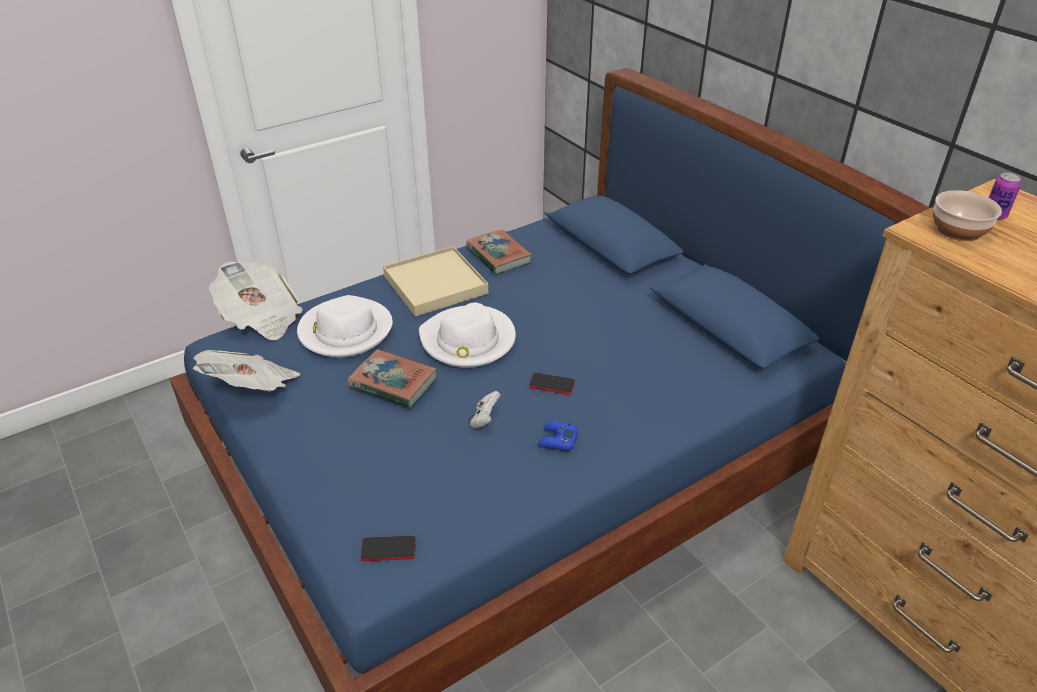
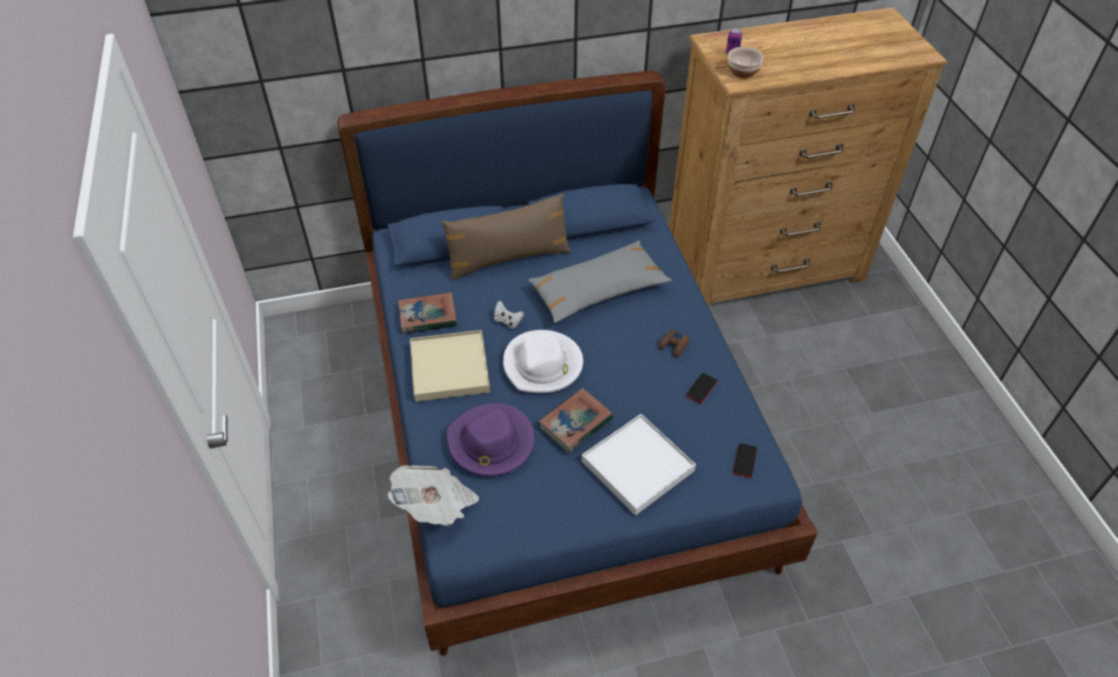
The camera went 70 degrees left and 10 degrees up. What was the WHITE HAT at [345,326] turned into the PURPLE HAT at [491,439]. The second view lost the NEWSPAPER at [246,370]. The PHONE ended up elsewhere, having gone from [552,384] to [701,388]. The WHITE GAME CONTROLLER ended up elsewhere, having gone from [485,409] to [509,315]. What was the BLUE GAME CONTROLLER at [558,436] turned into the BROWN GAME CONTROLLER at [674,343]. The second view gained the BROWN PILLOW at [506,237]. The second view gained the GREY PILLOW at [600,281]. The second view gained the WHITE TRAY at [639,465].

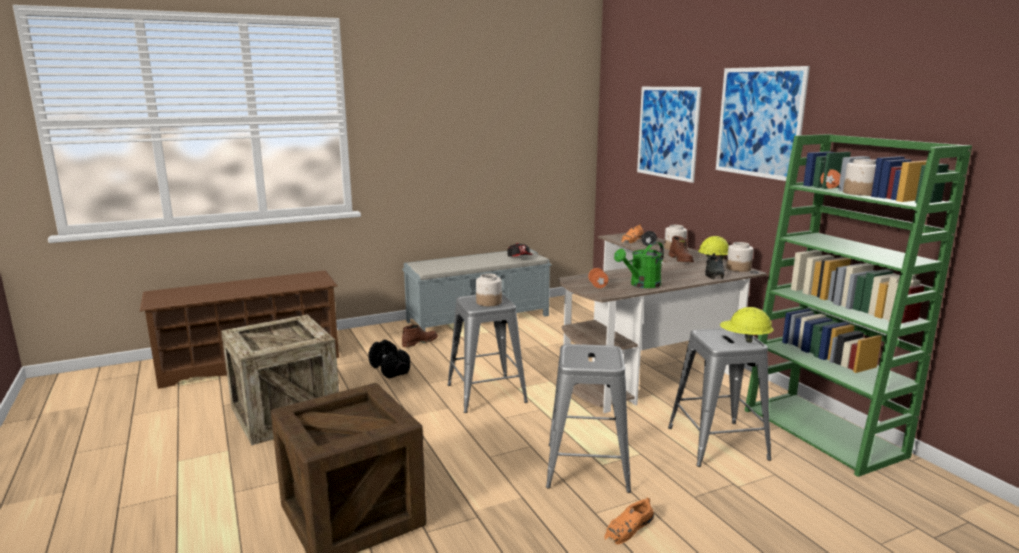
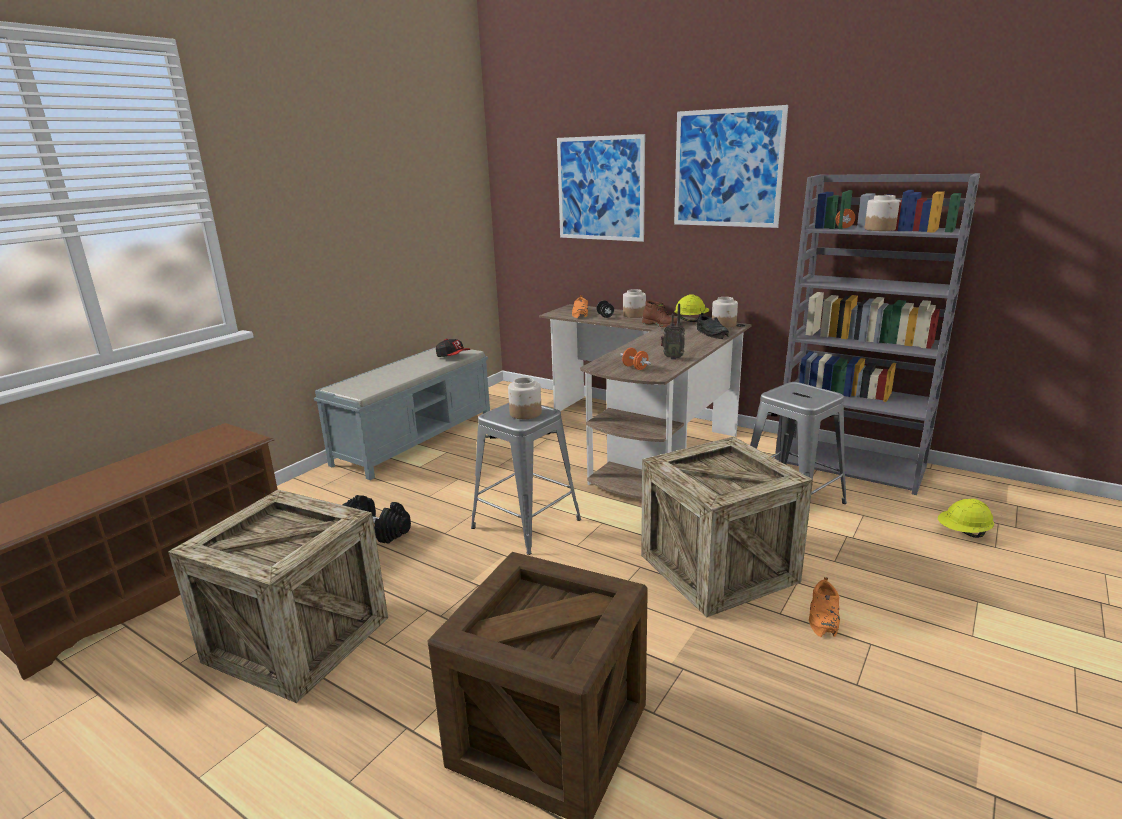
The camera went 30 degrees left and 5 degrees up. What was the GREEN BOOKCASE at [858,305] turned into the GREY BOOKCASE at [877,334]. Where the GREEN WATERING CAN stood at [639,265], the RADIO came to stand at [673,332]. The YELLOW HARD HAT ended up elsewhere, having gone from [747,325] to [966,518]. The second view lost the BROWN BOOT at [420,335]. Where the GREY STOOL stood at [588,418], the CRATE came to stand at [727,526].

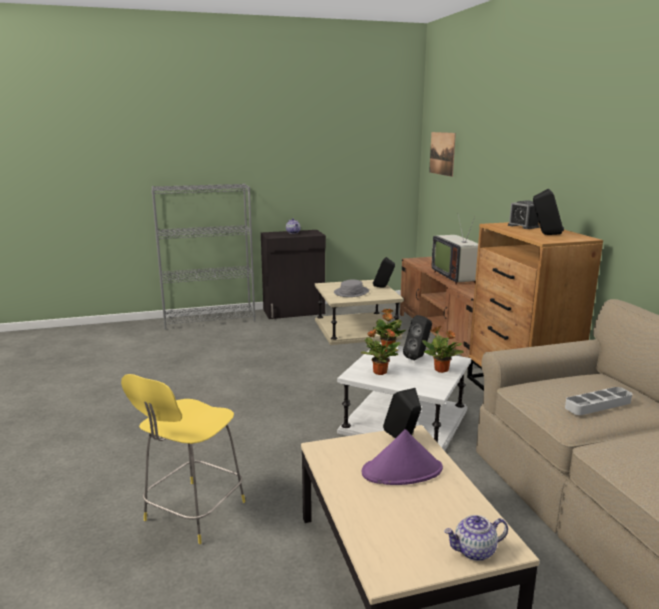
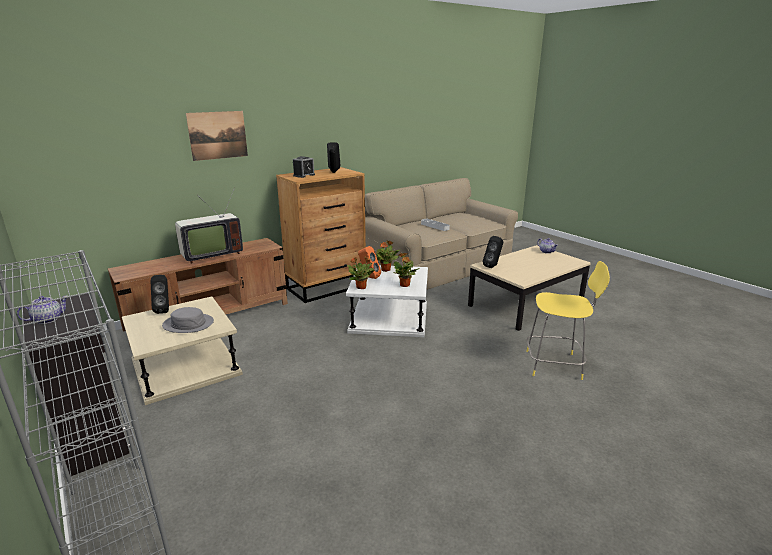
The camera went 110 degrees left and 5 degrees up. The PICTURE ended up elsewhere, having gone from [442,154] to [217,136]. What was the BLACK SPEAKER at [417,338] turned into the ORANGE SPEAKER at [369,262]. The second view lost the PURPLE HAT at [402,457].

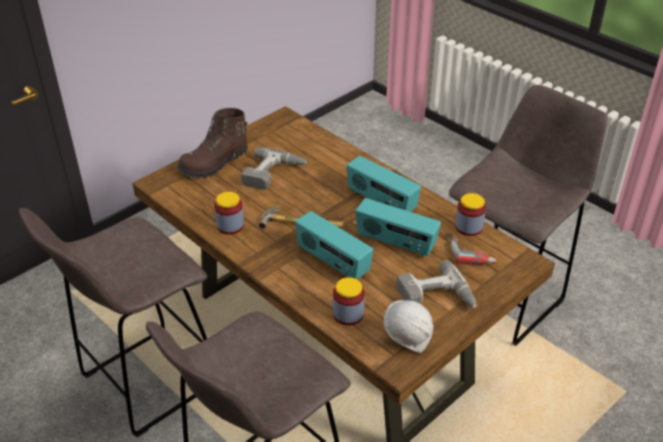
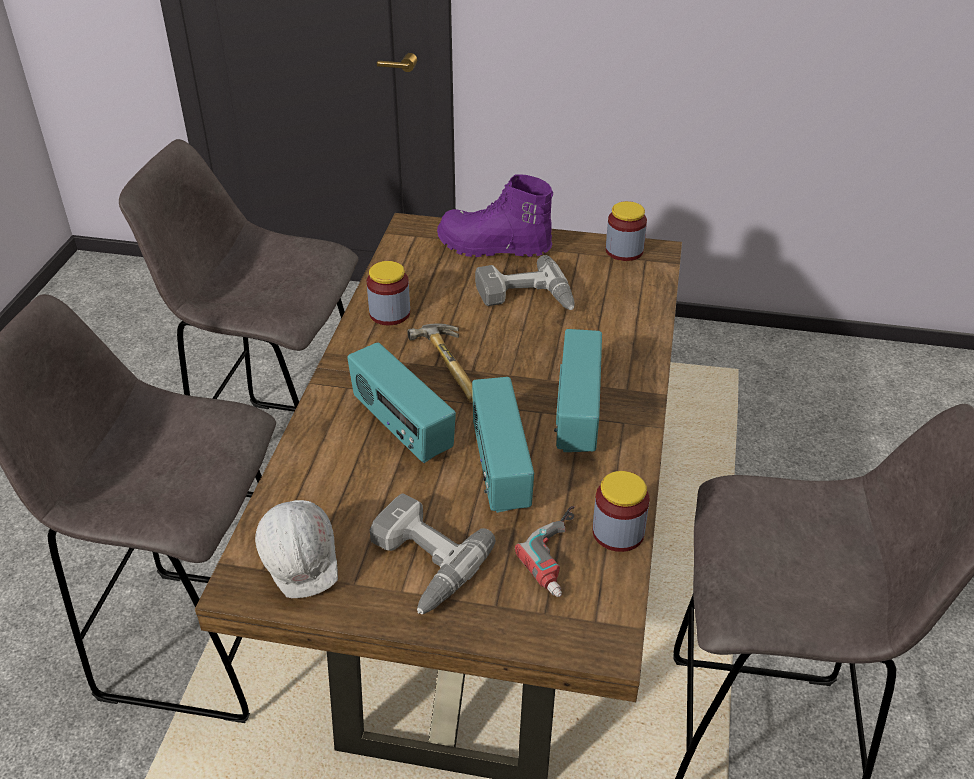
The camera went 55 degrees right and 0 degrees up. What was the BROWN BOOT at [212,143] turned into the PURPLE BOOT at [495,215]. The RADIO at [334,245] ended up facing another way, 45 degrees counterclockwise from before. The JAR ended up elsewhere, having gone from [349,301] to [626,231].

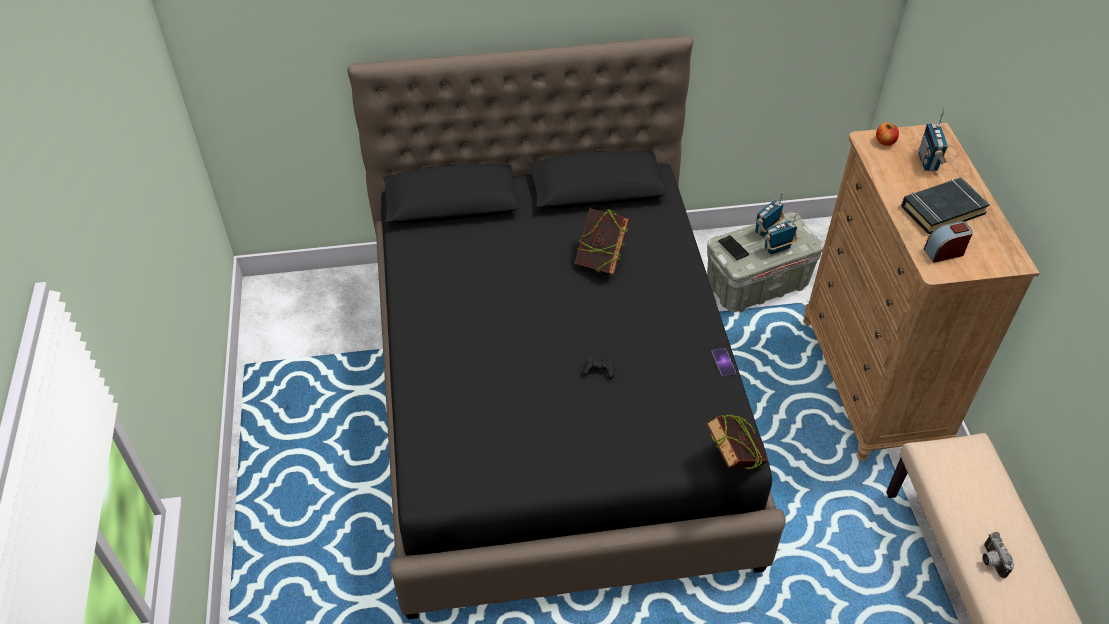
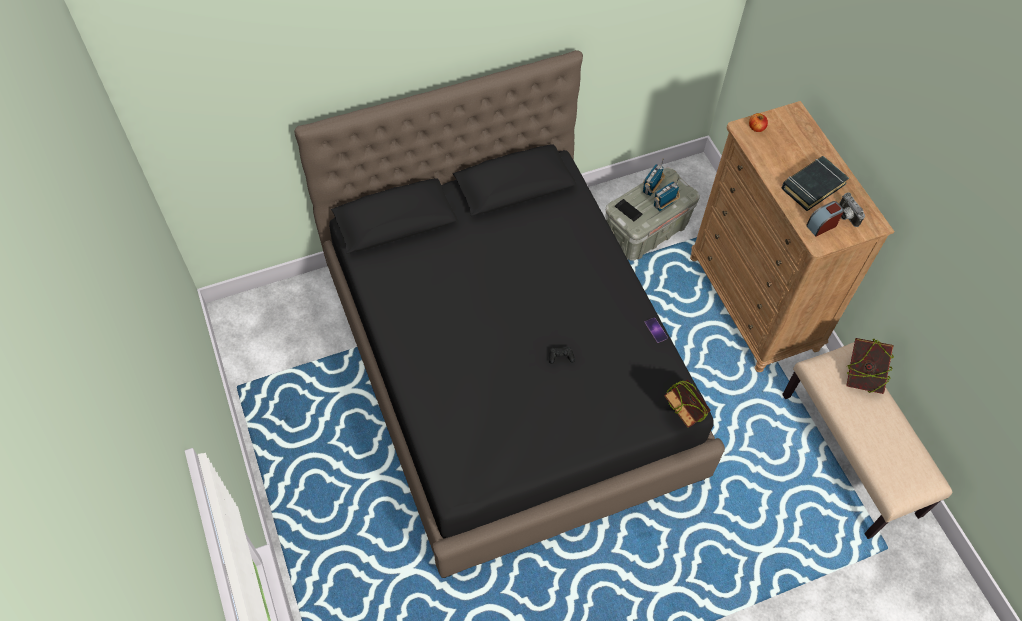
The camera went 15 degrees left and 10 degrees up. The second view lost the RADIO at [933,139]. The BOOK ended up elsewhere, having gone from [602,241] to [870,366]. The PHOTO CAMERA ended up elsewhere, having gone from [998,555] to [852,209].

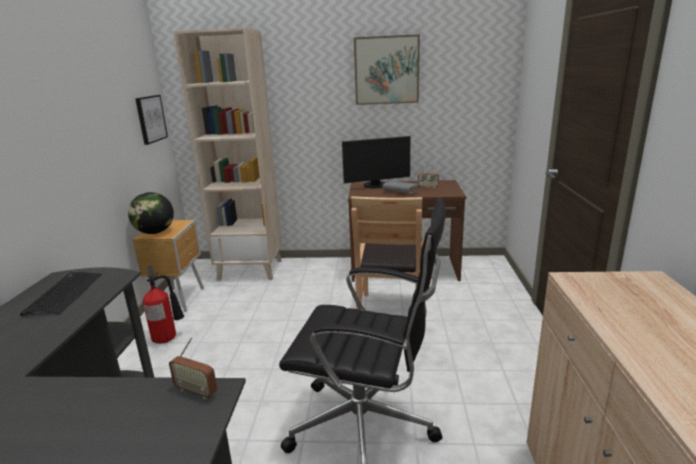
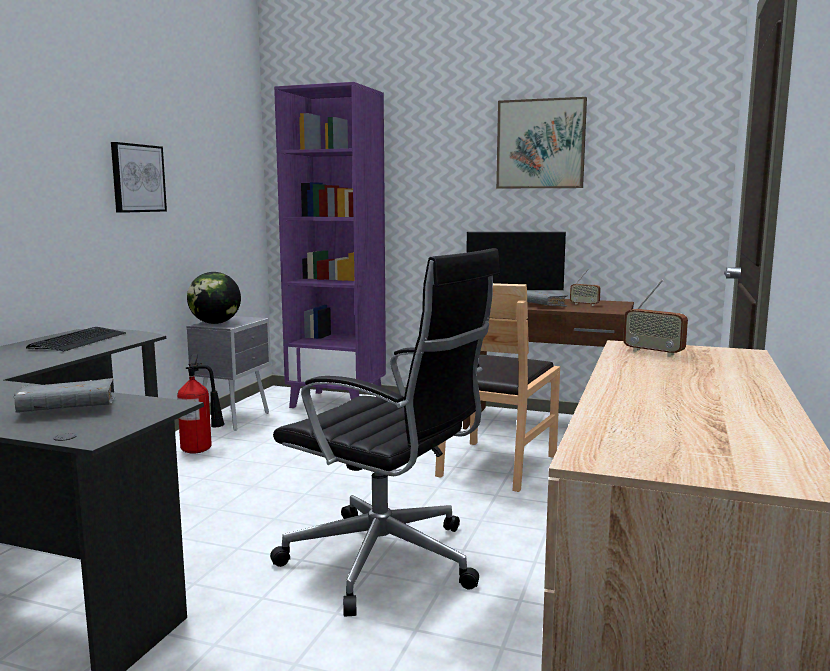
The camera went 15 degrees right and 10 degrees down. What was the BEIGE BOOKCASE at [228,154] turned into the PURPLE BOOKCASE at [330,245]. The PICTURE ended up elsewhere, having gone from [151,120] to [139,177]. What was the BROWN NIGHTSTAND at [168,266] turned into the GREY NIGHTSTAND at [229,373]. The RADIO ended up elsewhere, having gone from [193,368] to [655,318]. The second view gained the GREY BOOK at [64,395].

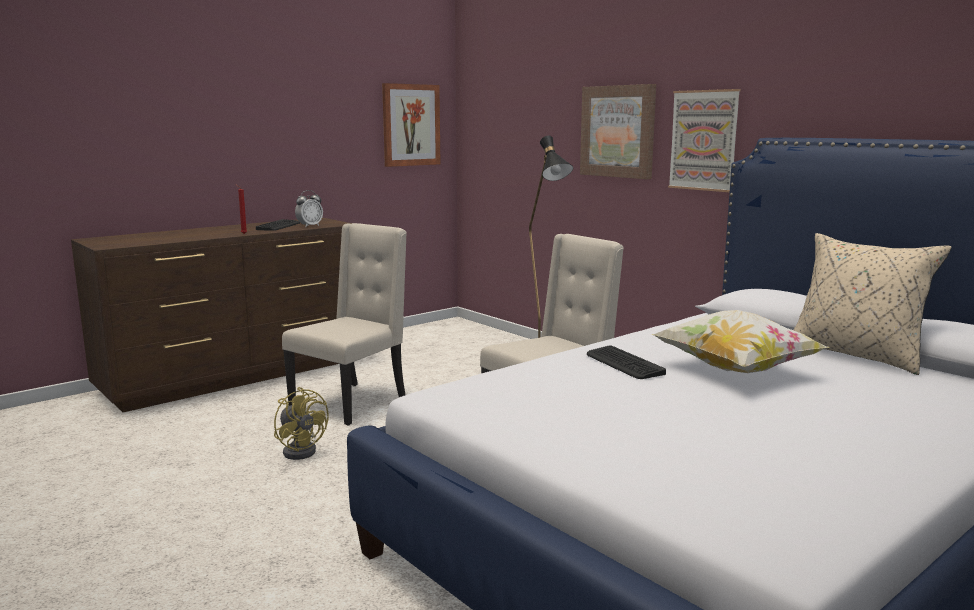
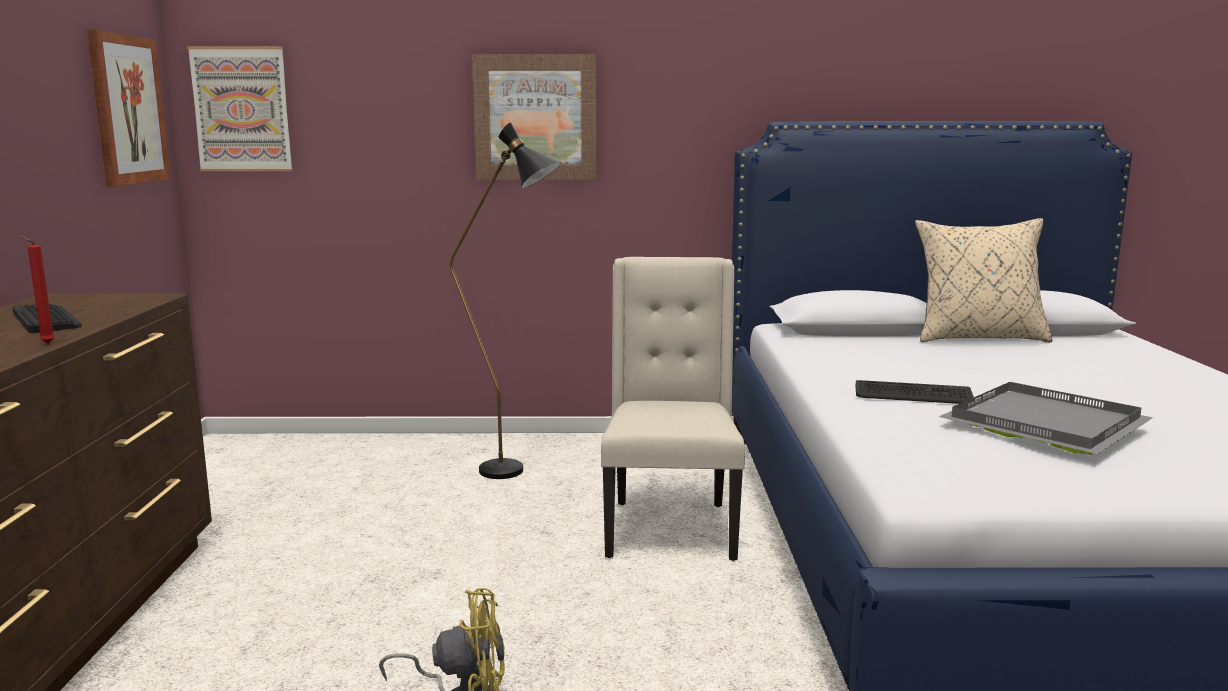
The camera went 50 degrees left and 0 degrees up. The PICTURE ended up elsewhere, having gone from [704,140] to [240,108]. The second view lost the ALARM CLOCK at [309,208]. The second view lost the BEIGE CHAIR at [344,324]. The second view lost the PILLOW at [740,341]. The second view gained the GREY TRAY at [1046,418].

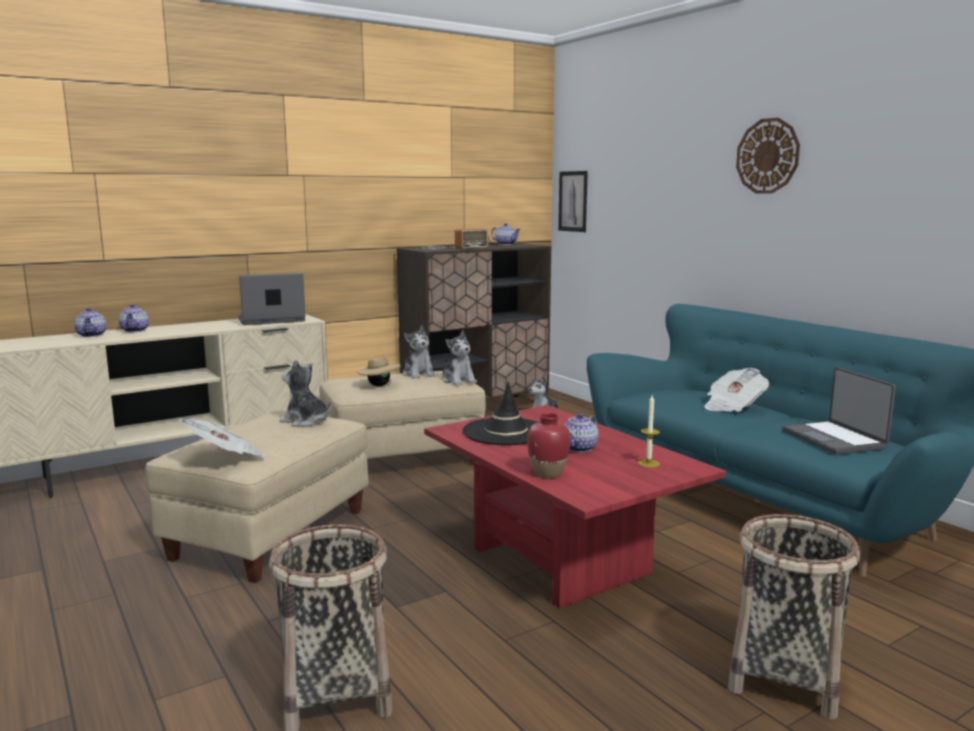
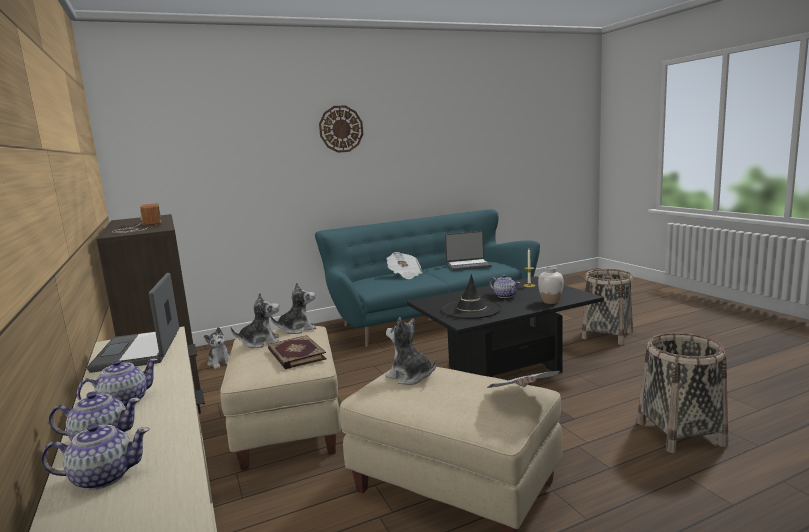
The camera went 80 degrees left and 0 degrees up. The second view lost the PICTURE at [573,201]. The TEAPOT ended up elsewhere, having gone from [505,234] to [117,383]. Where the BEIGE HAT stood at [379,371], the BOOK came to stand at [297,352]. The PLUSH TOY at [305,393] ended up facing another way, 90 degrees clockwise from before. What was the RED COFFEE TABLE at [575,506] turned into the BLACK COFFEE TABLE at [505,326]. What was the RED VASE at [548,445] turned into the WHITE VASE at [551,285].

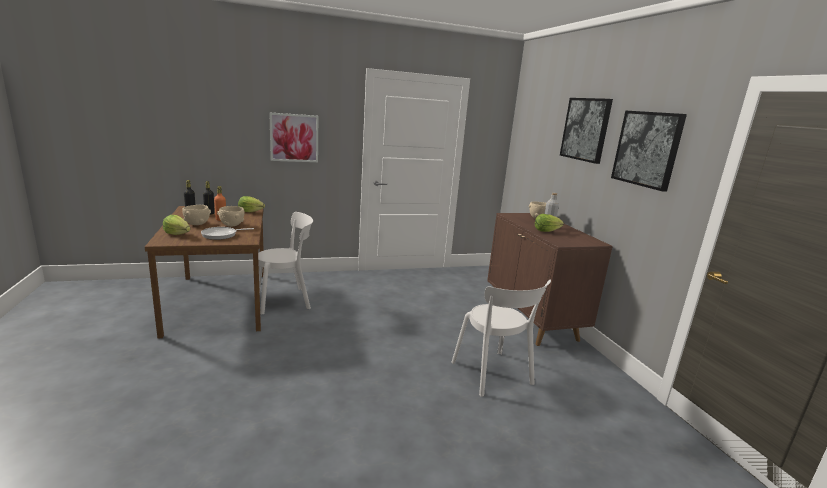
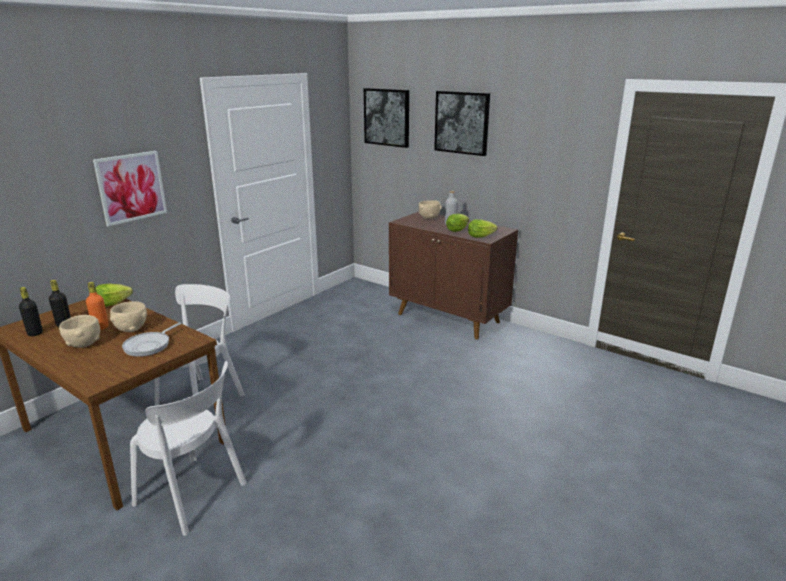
The camera went 35 degrees left and 5 degrees up. The PICTURE ended up elsewhere, having gone from [649,151] to [386,118]. The LETTUCE ended up elsewhere, having gone from [176,225] to [482,228]. The WHITE CHAIR ended up elsewhere, having gone from [501,338] to [188,448].

